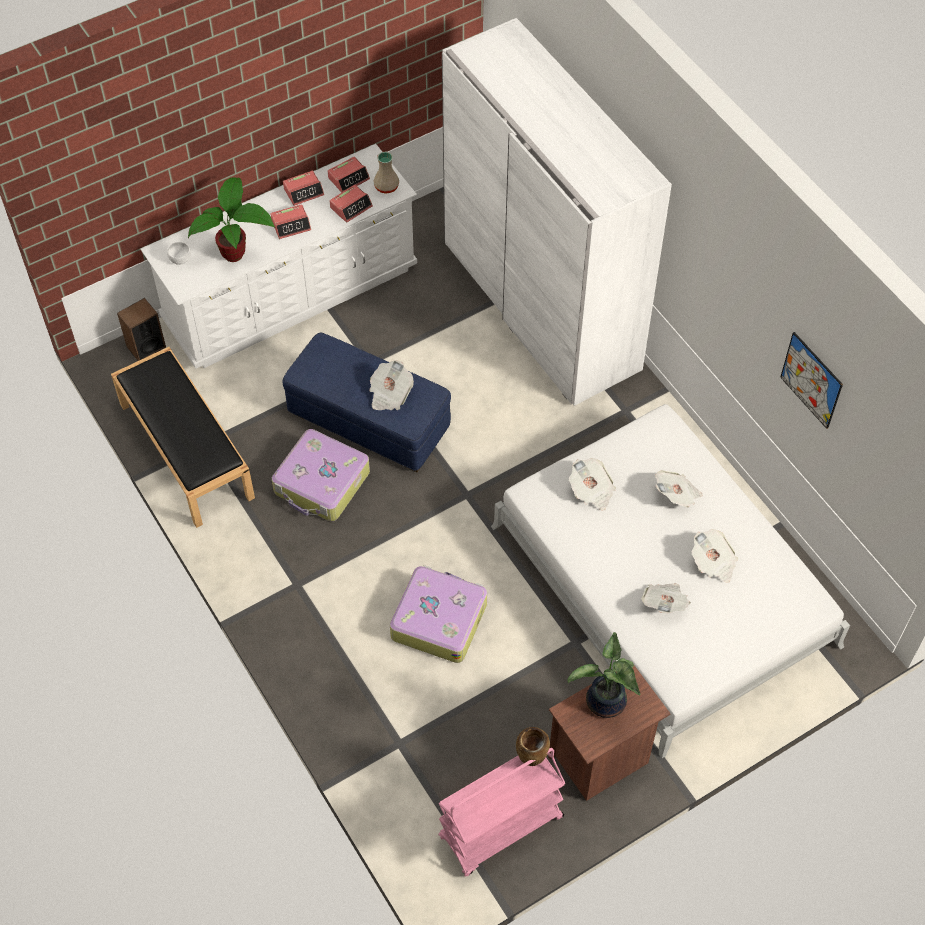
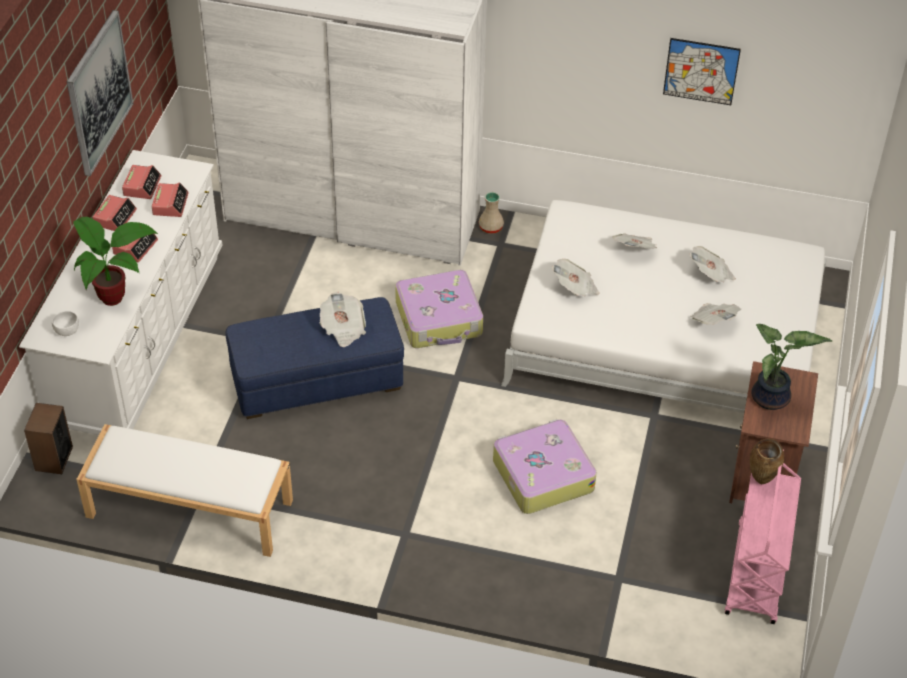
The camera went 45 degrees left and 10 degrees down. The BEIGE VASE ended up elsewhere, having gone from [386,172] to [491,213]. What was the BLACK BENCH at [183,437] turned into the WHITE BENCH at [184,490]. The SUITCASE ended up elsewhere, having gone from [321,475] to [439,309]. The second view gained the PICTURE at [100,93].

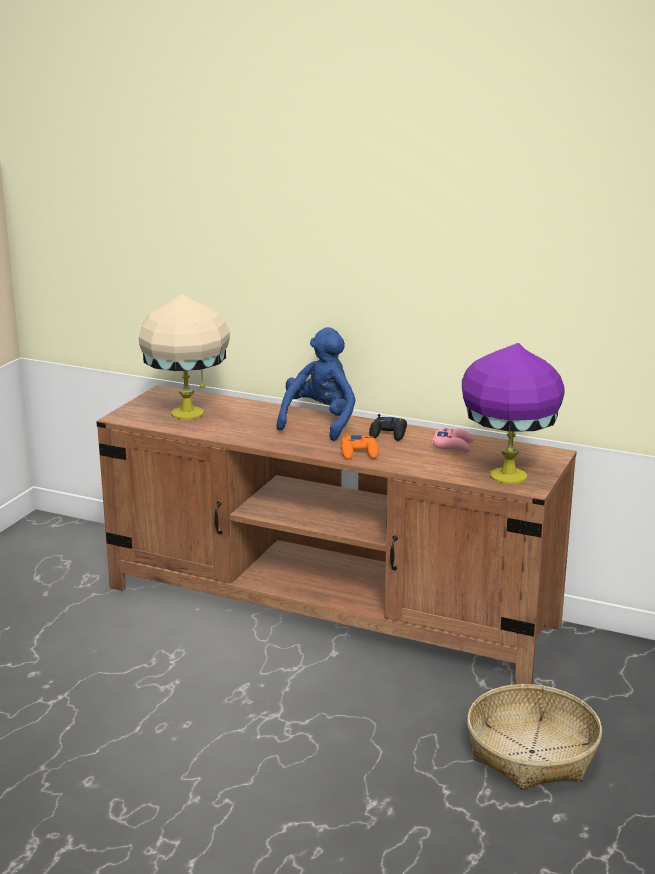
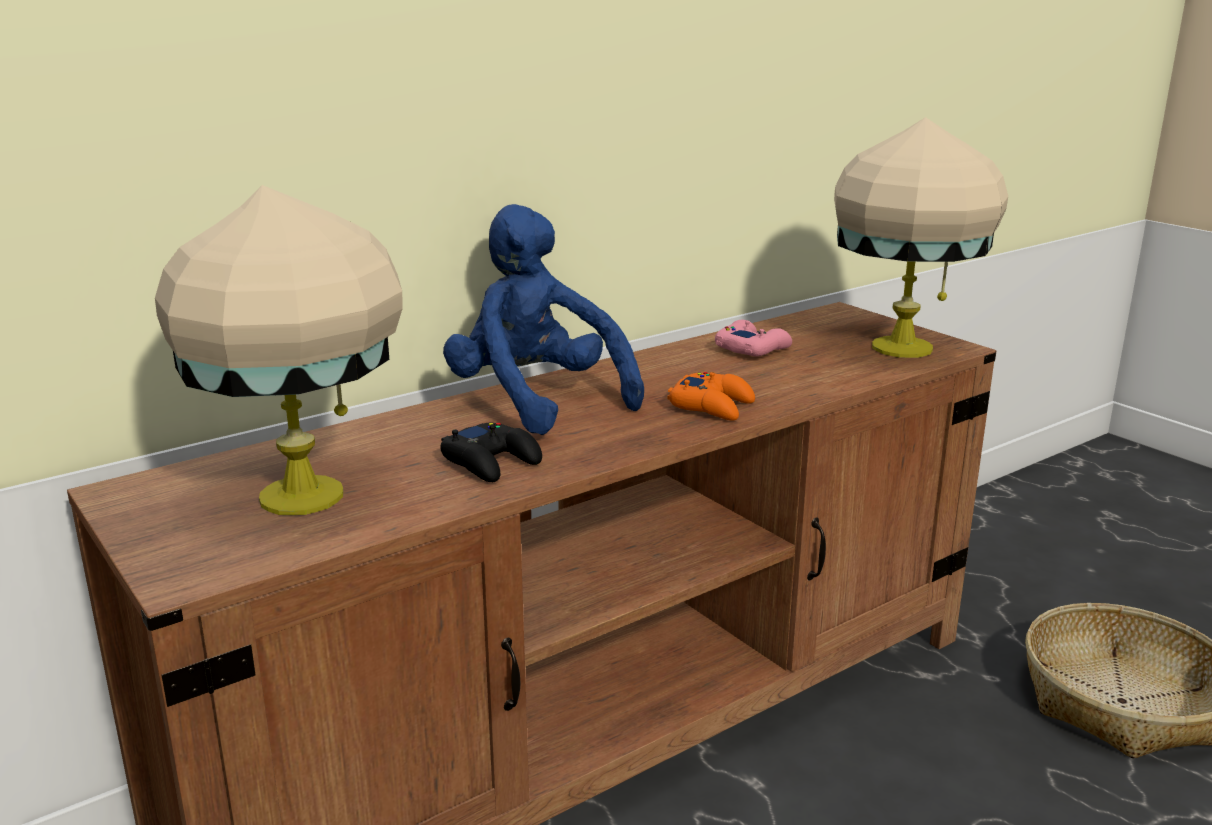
The camera went 60 degrees left and 0 degrees up. What was the PURPLE TABLE LAMP at [513,413] turned into the BEIGE TABLE LAMP at [921,237]. The BLACK GAME CONTROLLER ended up elsewhere, having gone from [388,427] to [491,452].

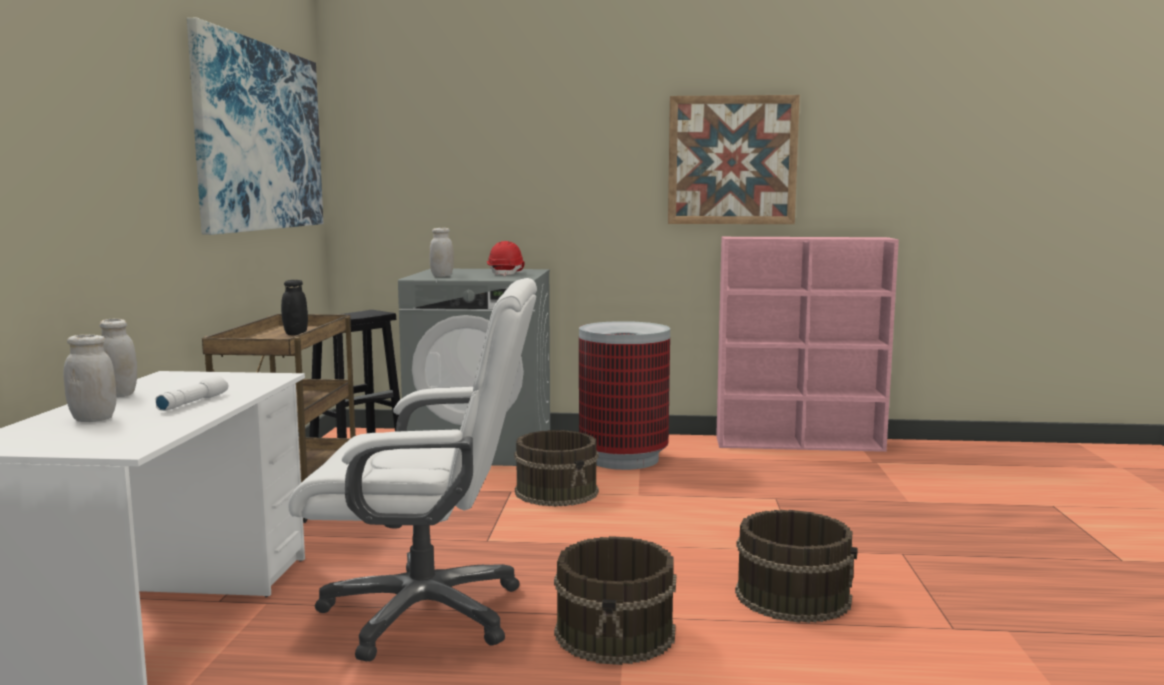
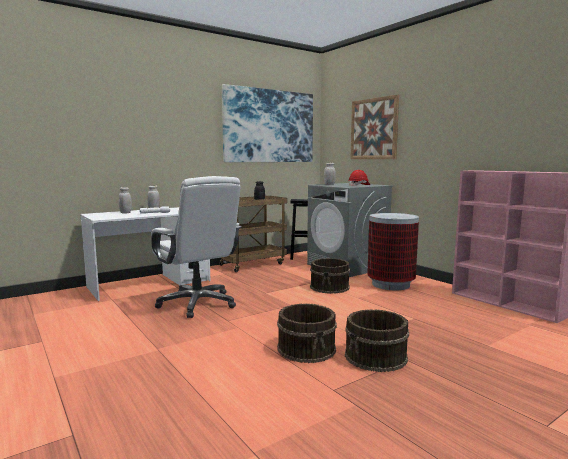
The camera went 50 degrees right and 0 degrees up. The PICTURE ended up elsewhere, having gone from [734,159] to [374,126]. The BROWN BUCKET ended up elsewhere, having gone from [615,600] to [377,340].

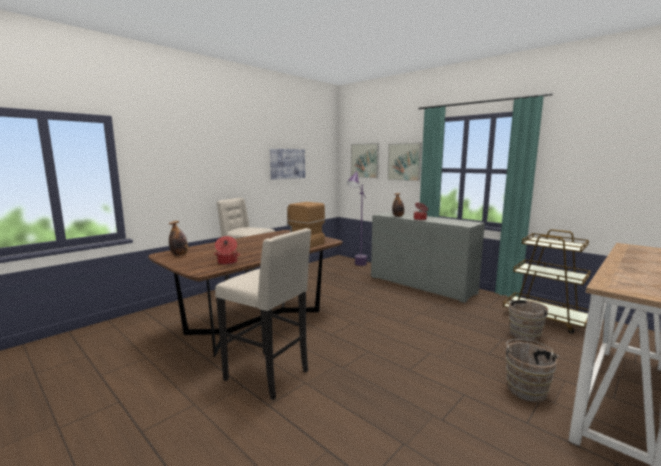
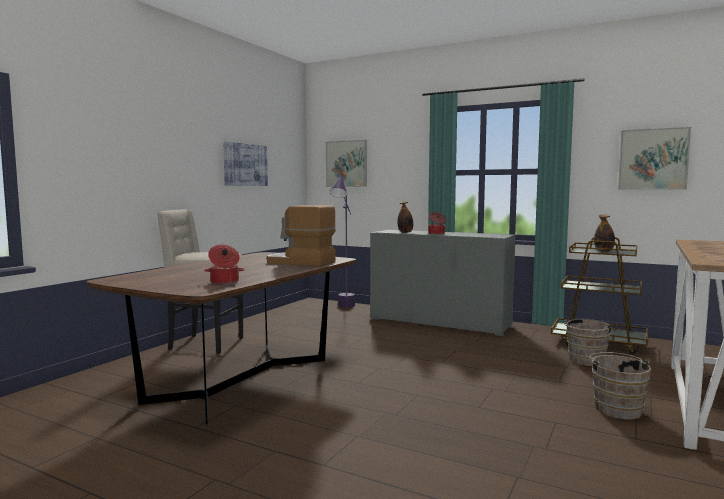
The camera went 15 degrees left and 5 degrees down. The PICTURE ended up elsewhere, having gone from [404,162] to [654,158]. The BOTTLE ended up elsewhere, having gone from [178,238] to [604,233]. The second view lost the BEIGE STOOL at [263,314].

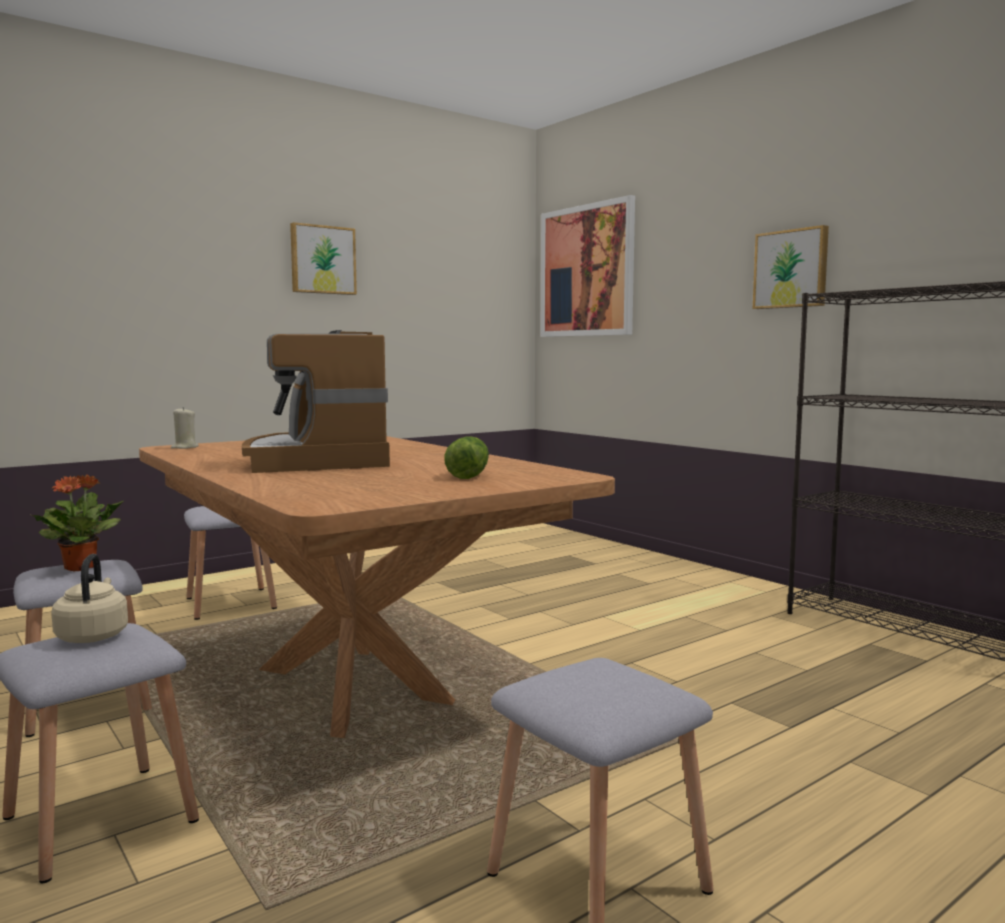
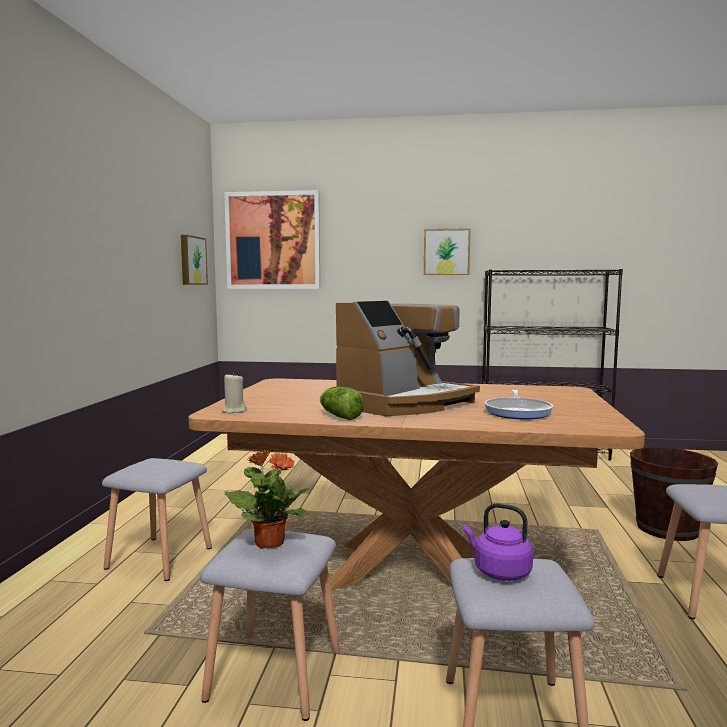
The camera went 45 degrees left and 0 degrees up. The PICTURE ended up elsewhere, having gone from [323,258] to [194,260]. The COFFEE MACHINE at [316,401] ended up facing another way, 75 degrees counterclockwise from before. The LETTUCE ended up elsewhere, having gone from [466,457] to [342,403]. What was the BEIGE KETTLE at [89,598] turned into the PURPLE KETTLE at [498,542]. The second view gained the FRYING PAN at [518,404]. The second view gained the BROWN BUCKET at [674,494].

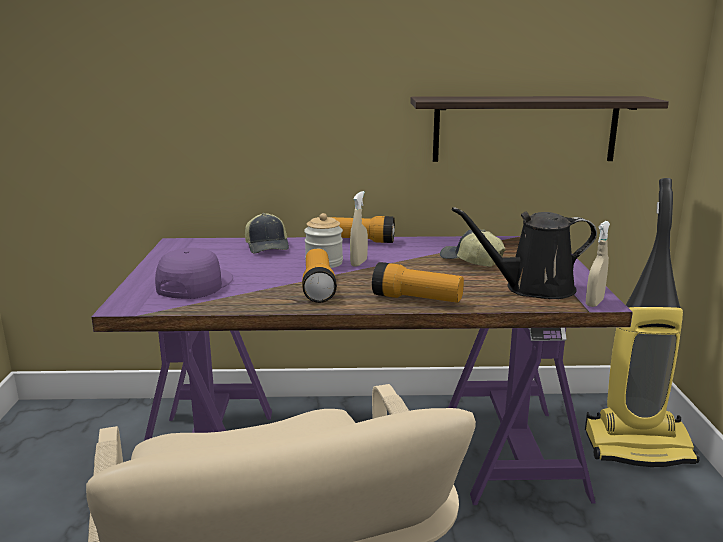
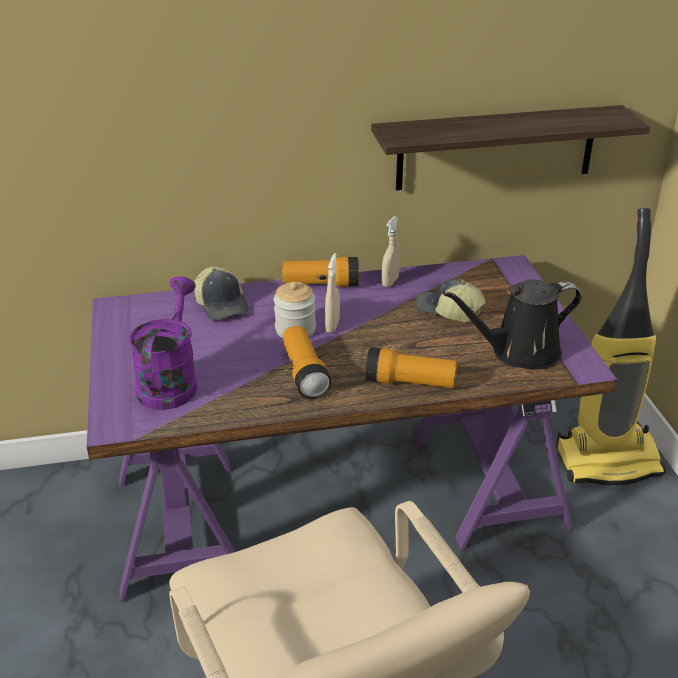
The camera went 10 degrees left and 15 degrees up. The BEIGE SPRAY BOTTLE ended up elsewhere, having gone from [598,264] to [391,251]. Where the PURPLE CAP stood at [194,273], the PURPLE WATERING CAN came to stand at [163,343].

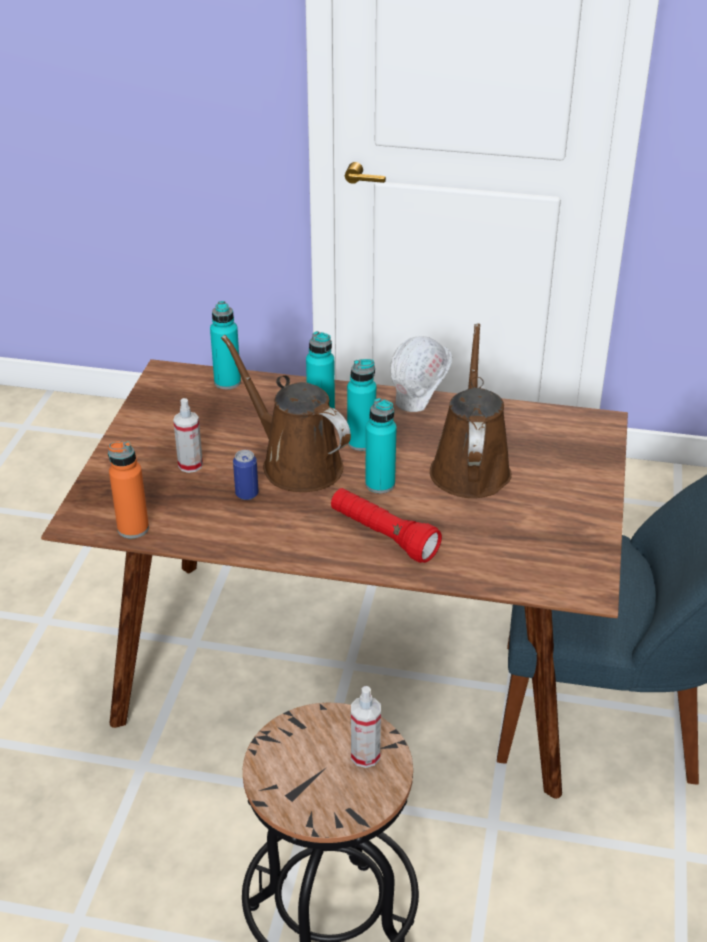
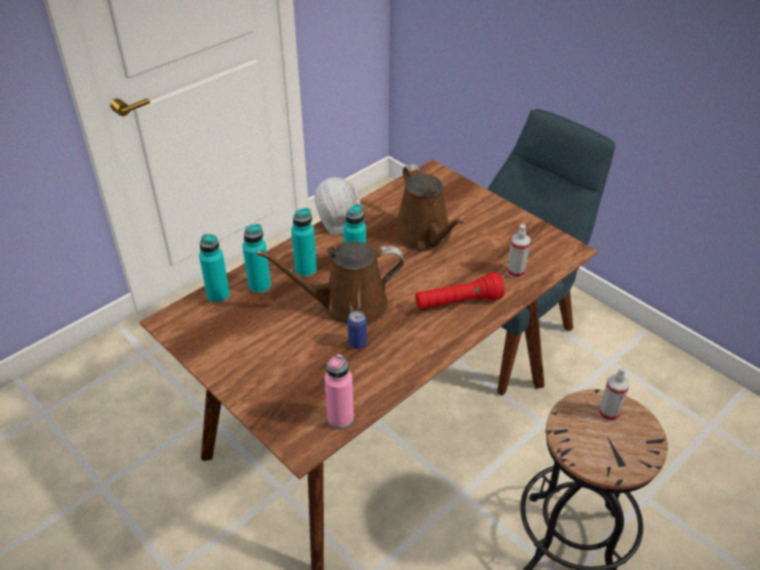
The camera went 55 degrees left and 5 degrees up. The BROWN WATERING CAN at [471,410] ended up facing another way, 150 degrees counterclockwise from before. The SPRAY BOTTLE ended up elsewhere, having gone from [188,435] to [519,251]. The TURQUOISE BOTTLE ended up elsewhere, having gone from [381,445] to [256,259]. What was the ORANGE BOTTLE at [128,490] turned into the PINK BOTTLE at [339,391].

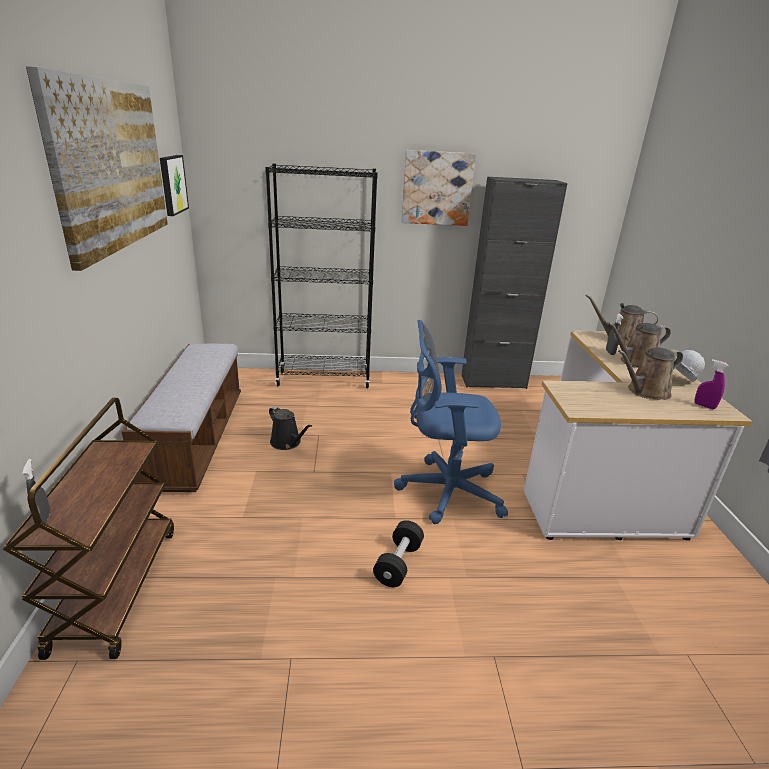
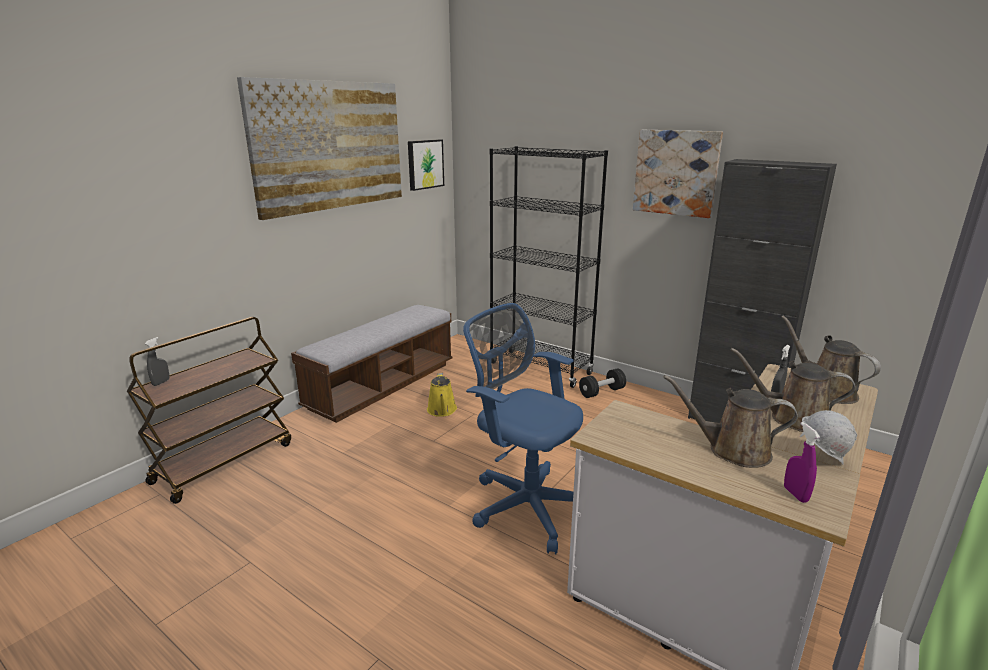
The camera went 40 degrees right and 5 degrees down. What was the BLACK WATERING CAN at [290,428] turned into the YELLOW WATERING CAN at [442,395]. The BLACK DUMBBELL ended up elsewhere, having gone from [398,553] to [602,383].

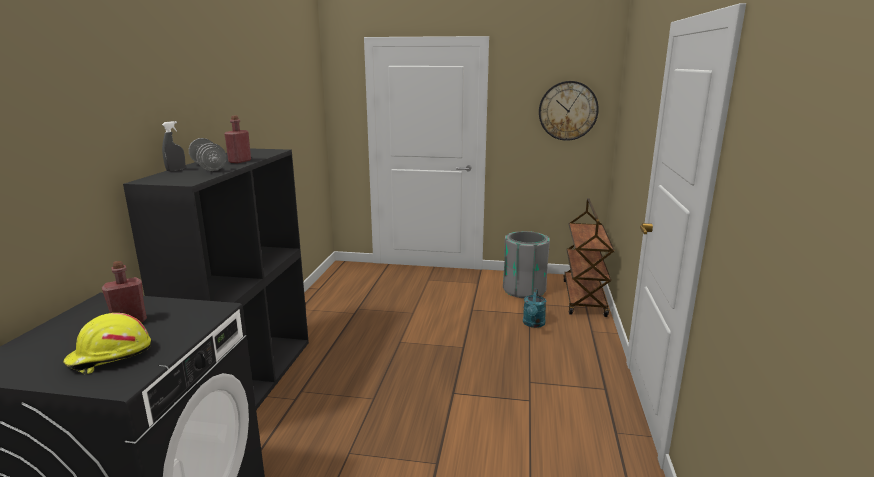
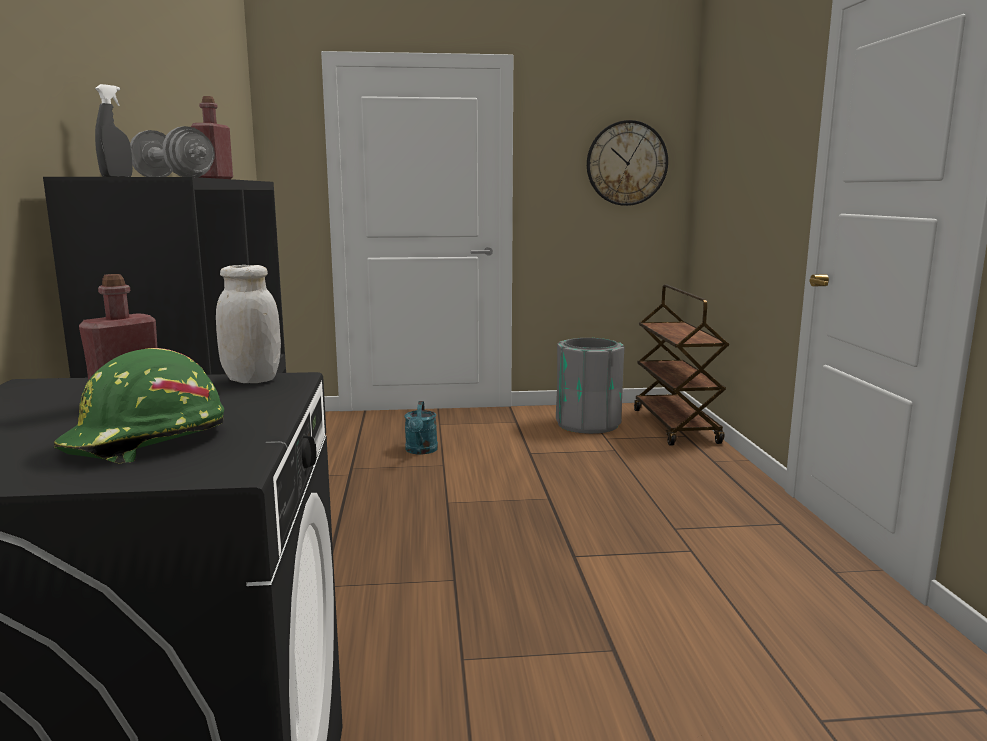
The camera went 15 degrees left and 5 degrees down. The TURQUOISE WATERING CAN ended up elsewhere, having gone from [534,308] to [421,428]. What was the YELLOW HARD HAT at [107,343] turned into the GREEN HARD HAT at [139,406]. The second view gained the WHITE JAR at [248,324].

